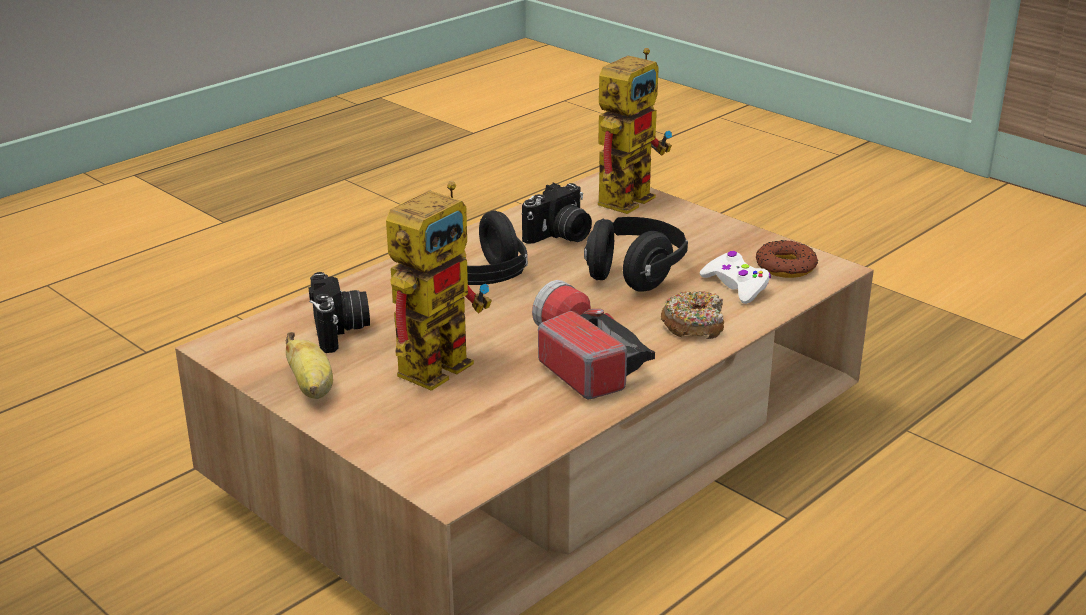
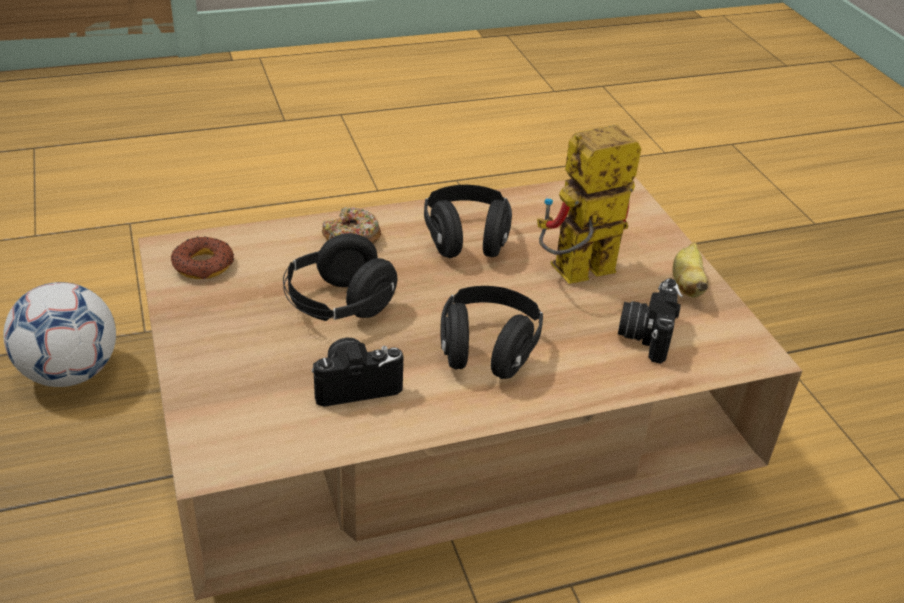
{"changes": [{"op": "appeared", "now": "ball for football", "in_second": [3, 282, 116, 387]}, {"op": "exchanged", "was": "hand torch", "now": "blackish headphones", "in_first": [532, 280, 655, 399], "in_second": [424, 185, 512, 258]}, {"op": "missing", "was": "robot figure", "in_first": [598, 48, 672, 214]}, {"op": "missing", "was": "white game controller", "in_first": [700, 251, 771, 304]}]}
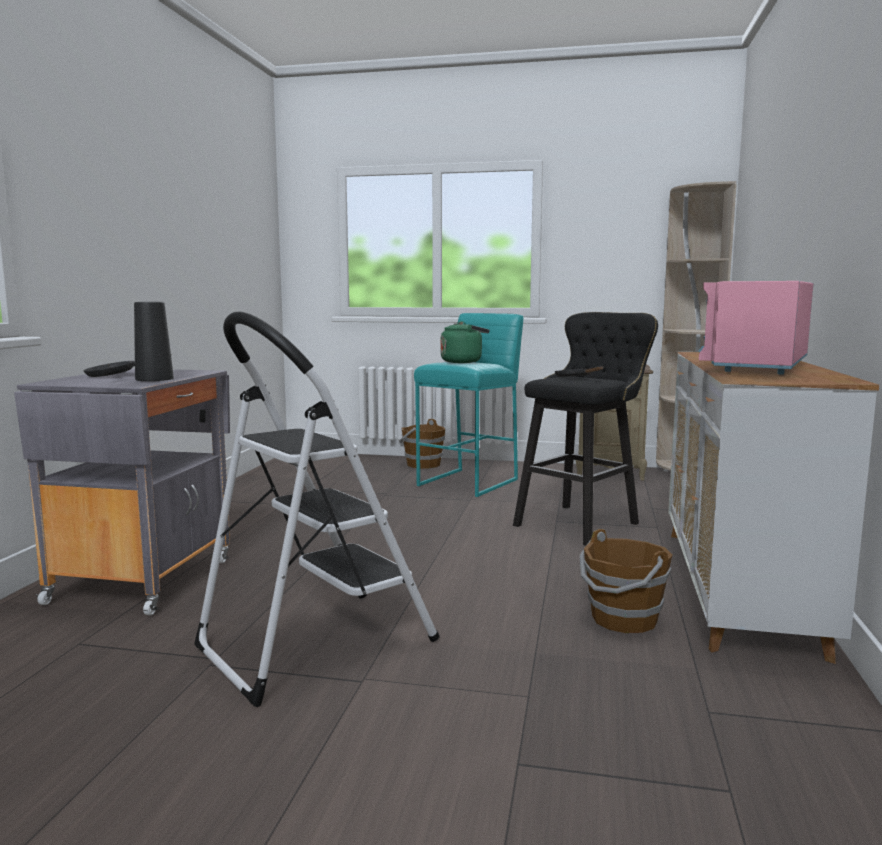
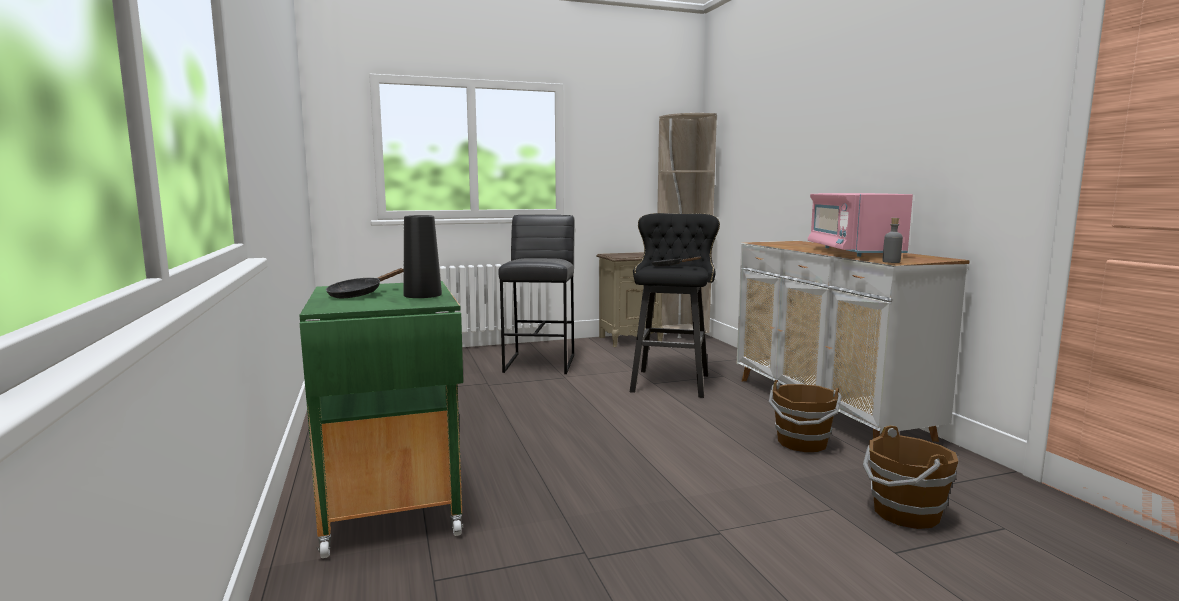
{"changes": [{"op": "colour", "was": "greyish wheeled cart", "now": "green wheeled cart", "in_first": [14, 369, 230, 616], "in_second": [300, 281, 464, 558]}, {"op": "colour", "was": "turquoise stool", "now": "greyish stool", "in_first": [414, 313, 523, 497], "in_second": [498, 215, 575, 374]}, {"op": "relocated", "was": "brown pail", "in_first": [399, 419, 445, 469], "in_second": [863, 425, 958, 529]}, {"op": "appeared", "now": "greyish beverage bottle", "in_second": [882, 218, 903, 263]}, {"op": "missing", "was": "stepladder", "in_first": [194, 312, 439, 707]}, {"op": "missing", "was": "green water kettle", "in_first": [441, 321, 489, 363]}]}
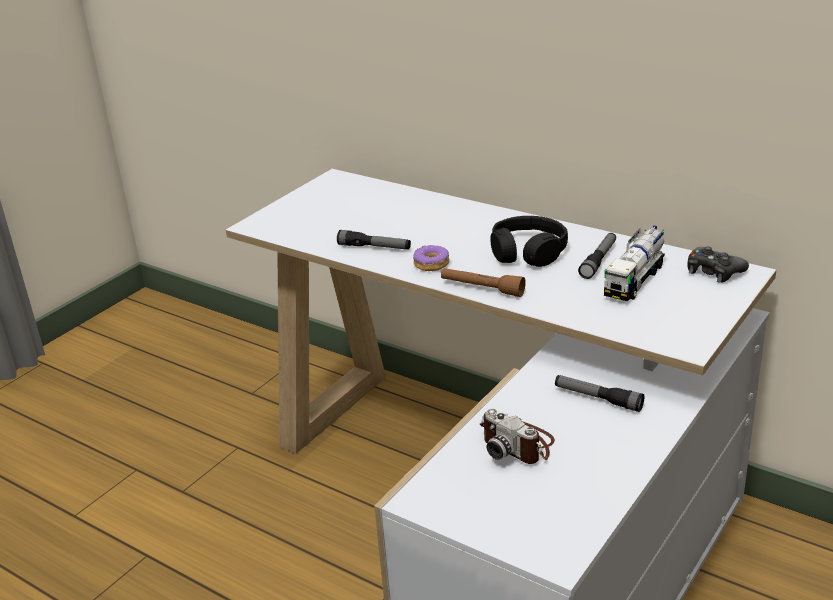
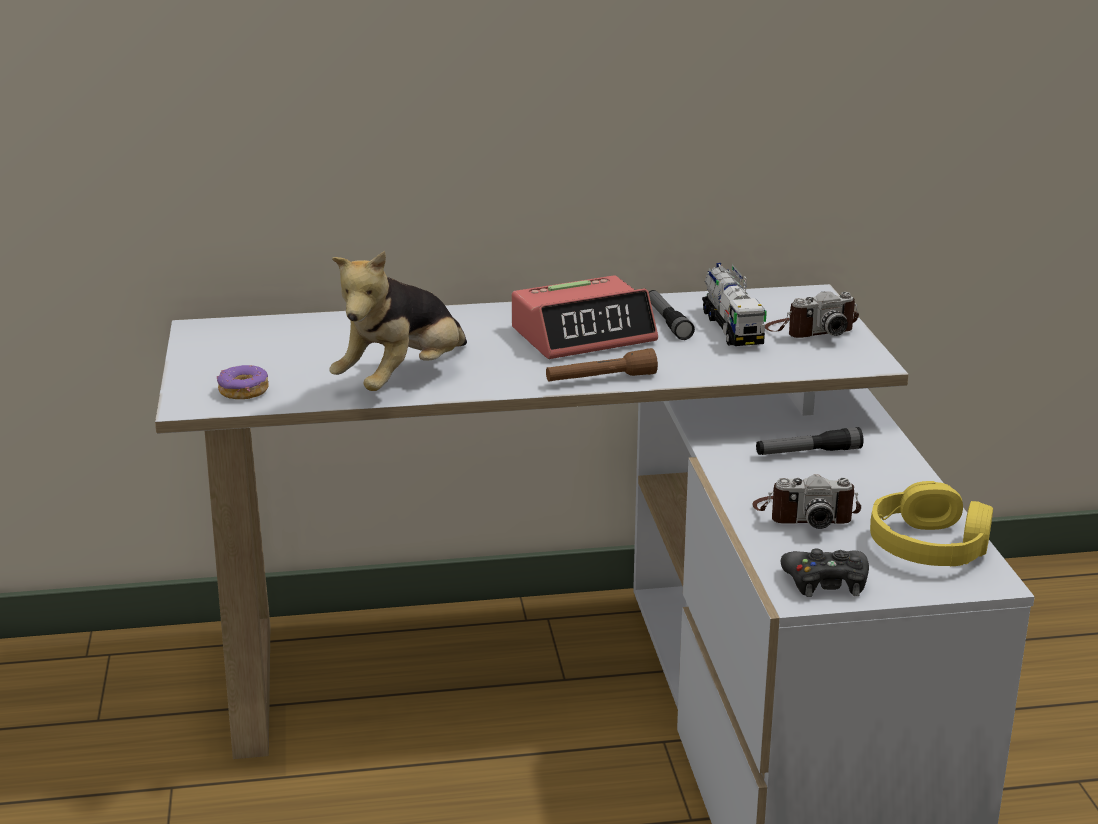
{"changes": [{"op": "relocated", "was": "doughnut", "in_first": [413, 245, 449, 271], "in_second": [217, 365, 269, 399]}, {"op": "exchanged", "was": "hand torch", "now": "soft toy", "in_first": [337, 230, 411, 250], "in_second": [329, 251, 467, 391]}, {"op": "exchanged", "was": "blackish headphones", "now": "alarm clock", "in_first": [490, 216, 568, 267], "in_second": [512, 275, 658, 359]}, {"op": "appeared", "now": "still camera", "in_second": [765, 292, 859, 338]}, {"op": "relocated", "was": "blackish game controller", "in_first": [687, 247, 749, 283], "in_second": [780, 549, 869, 597]}, {"op": "appeared", "now": "yellow-coloured headphones", "in_second": [870, 481, 993, 566]}]}
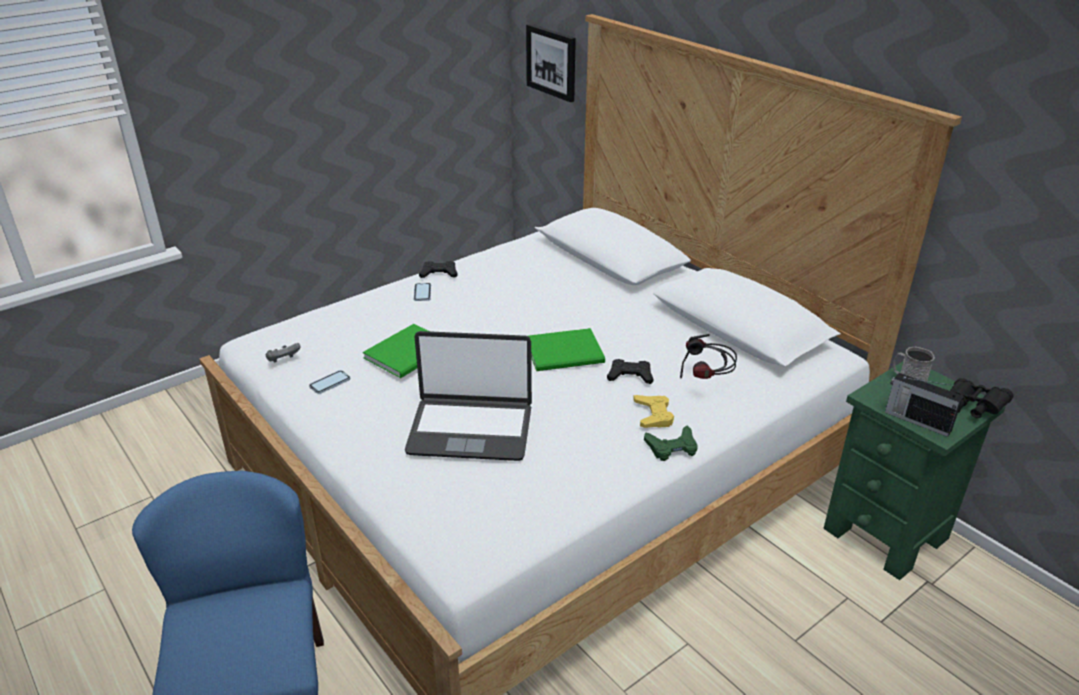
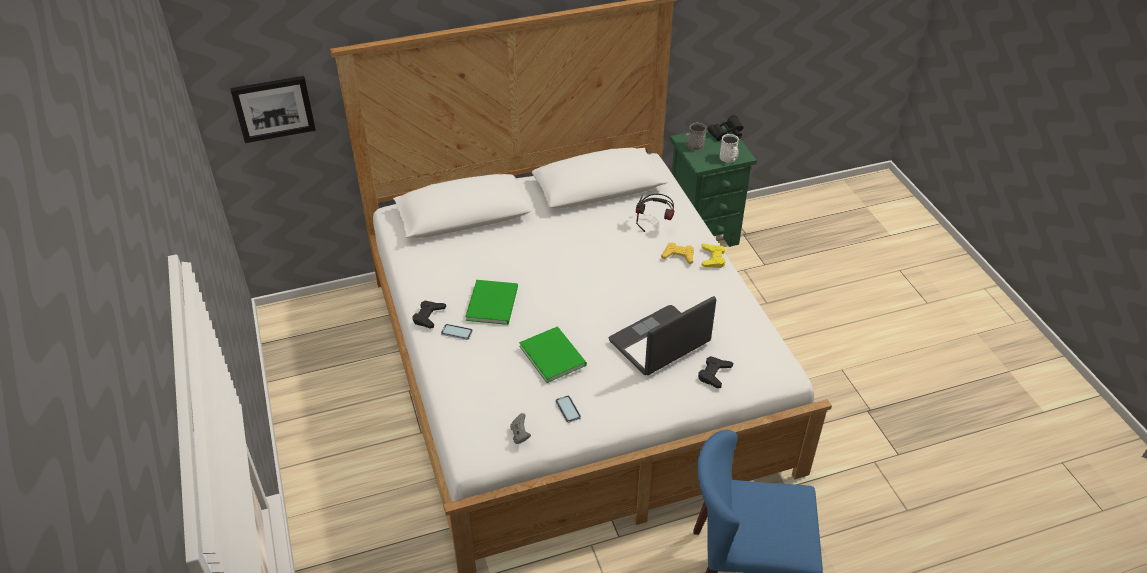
{"changes": [{"op": "relocated", "was": "green book", "in_first": [528, 328, 605, 371], "in_second": [465, 280, 518, 325]}, {"op": "spun", "was": "laptop", "in_first": [405, 331, 532, 461], "in_second": [609, 296, 716, 375], "clockwise": -150}, {"op": "relocated", "was": "blackish game controller", "in_first": [607, 359, 654, 384], "in_second": [698, 356, 733, 388]}, {"op": "colour", "was": "green game controller", "now": "yellow-coloured game controller", "in_first": [644, 426, 698, 461], "in_second": [701, 243, 726, 268]}, {"op": "exchanged", "was": "radio set", "now": "white tea mug", "in_first": [885, 373, 963, 437], "in_second": [720, 134, 739, 162]}]}
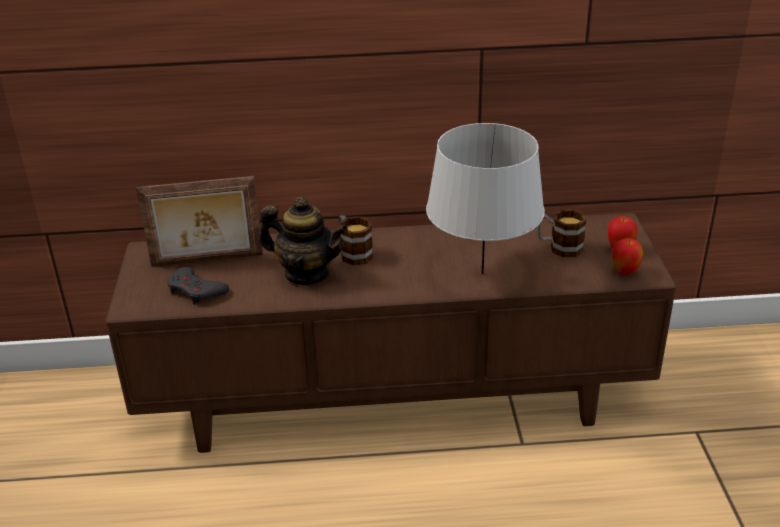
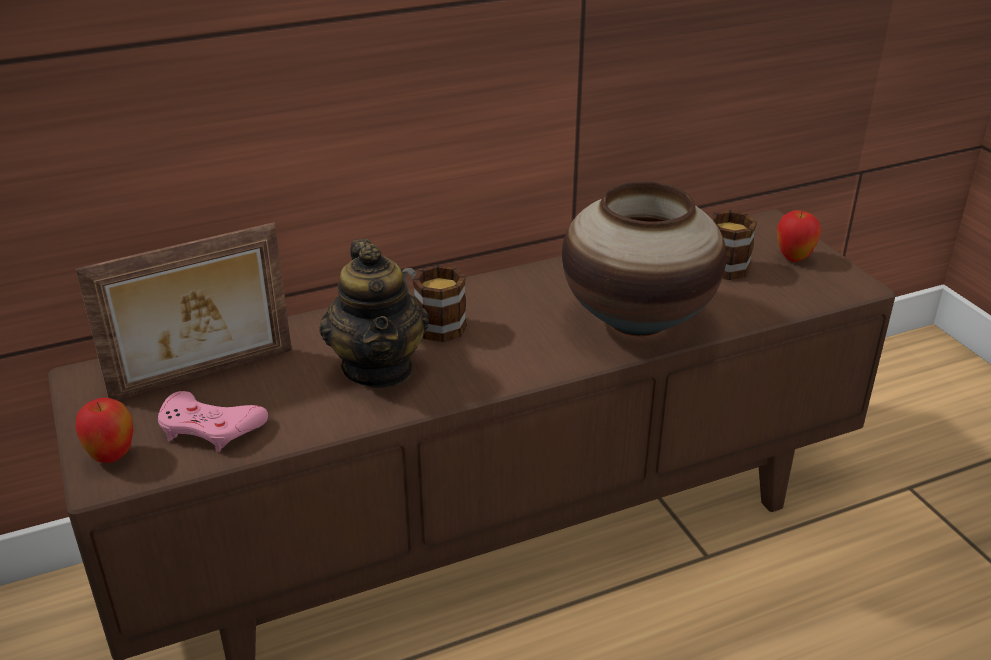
{"changes": [{"op": "relocated", "was": "whole apple", "in_first": [612, 238, 643, 275], "in_second": [75, 397, 133, 463]}, {"op": "colour", "was": "greyish game controller", "now": "pink-coloured game controller", "in_first": [167, 267, 229, 305], "in_second": [158, 391, 268, 452]}, {"op": "spun", "was": "teapot", "in_first": [259, 197, 348, 285], "in_second": [319, 239, 429, 388], "clockwise": 75}, {"op": "exchanged", "was": "greyish tabletop lamp", "now": "decorative vase", "in_first": [426, 123, 544, 274], "in_second": [562, 181, 726, 336]}]}
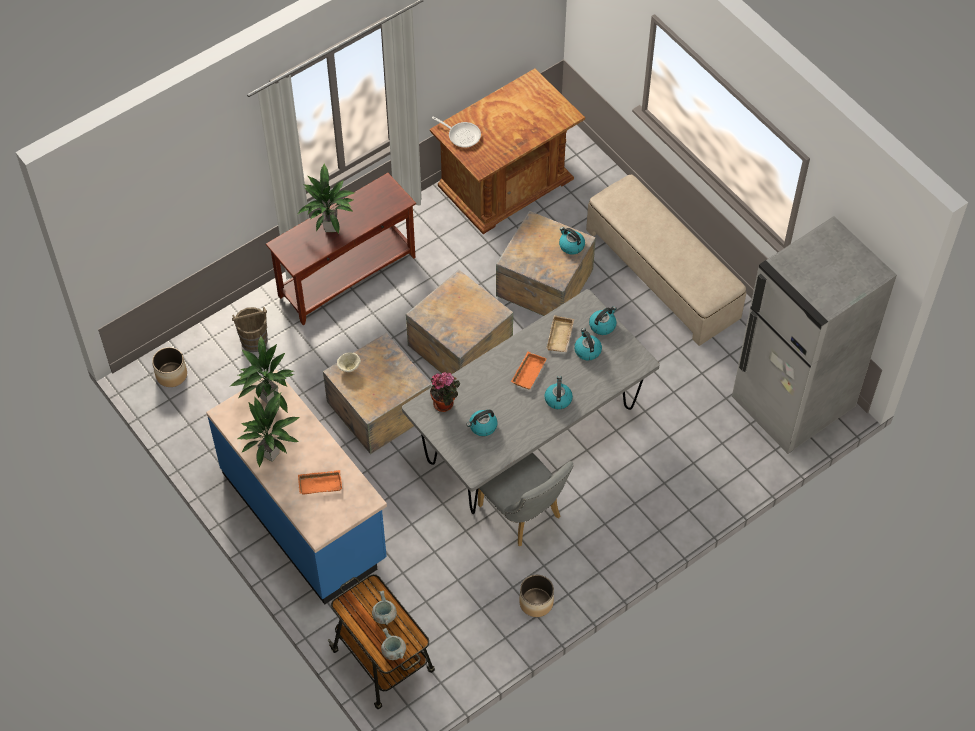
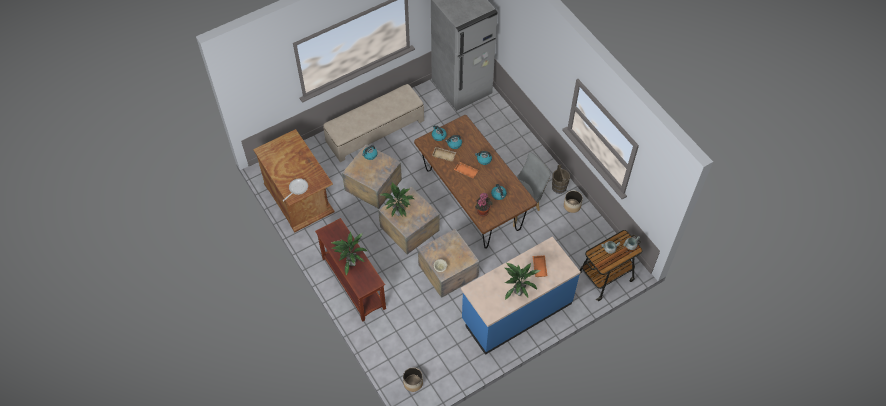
{"changes": [{"op": "relocated", "was": "houseplant", "in_first": [230, 336, 294, 413], "in_second": [380, 182, 414, 217]}, {"op": "colour", "was": "greyish kitchen table", "now": "brown kitchen table", "in_first": [402, 289, 660, 514], "in_second": [414, 115, 537, 249]}, {"op": "relocated", "was": "brown pail", "in_first": [232, 307, 268, 352], "in_second": [552, 165, 570, 194]}]}
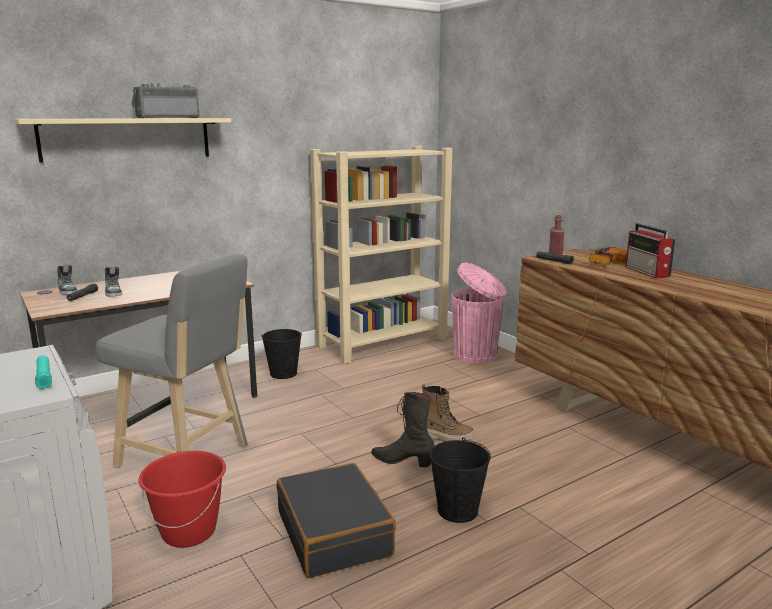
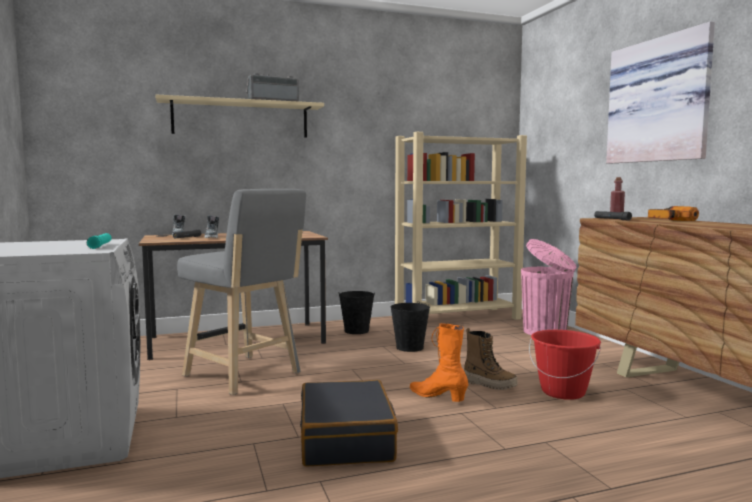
{"changes": [{"op": "relocated", "was": "blackish pail", "in_first": [430, 437, 491, 523], "in_second": [391, 301, 430, 352]}, {"op": "colour", "was": "blackish high-top boot", "now": "orangey high-top boot", "in_first": [372, 392, 435, 467], "in_second": [410, 323, 468, 402]}, {"op": "relocated", "was": "red-coloured pail", "in_first": [138, 451, 226, 548], "in_second": [529, 330, 601, 400]}, {"op": "appeared", "now": "wall art", "in_second": [606, 22, 715, 164]}, {"op": "missing", "was": "radio set", "in_first": [626, 224, 675, 279]}]}
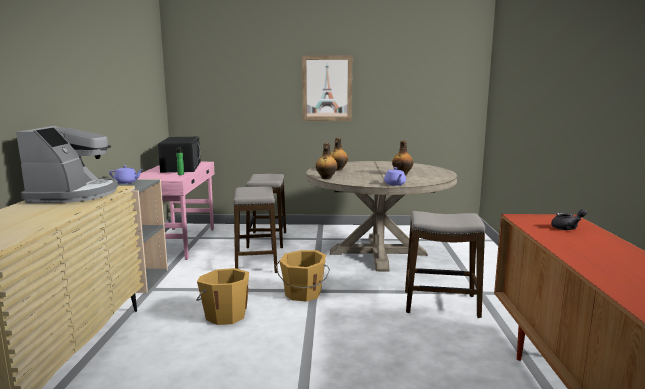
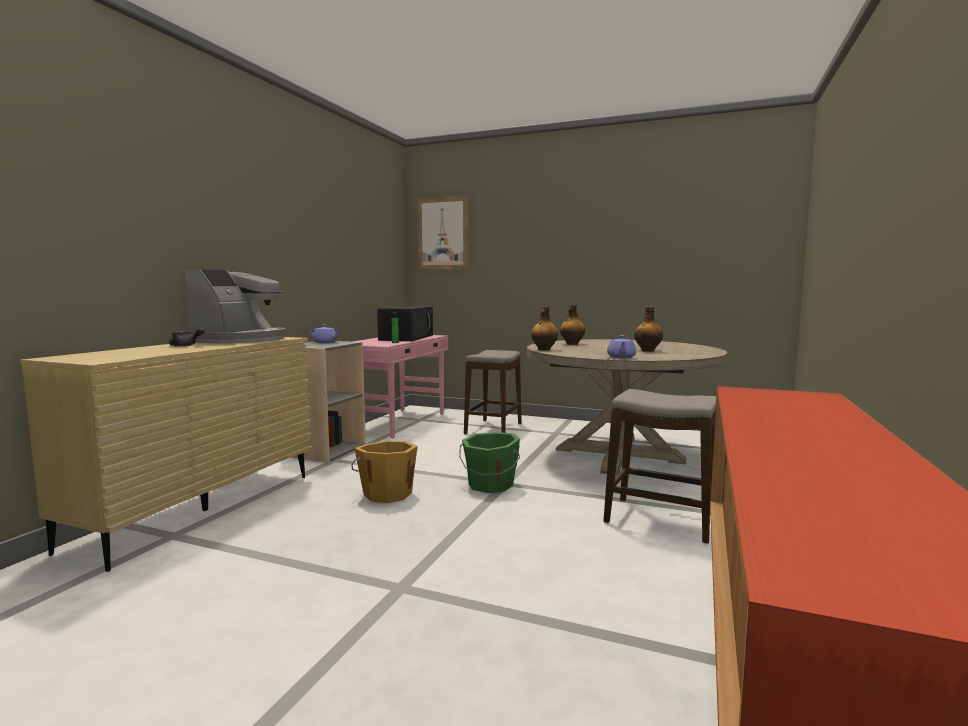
{"changes": [{"op": "relocated", "was": "greyish teapot", "in_first": [551, 209, 587, 230], "in_second": [169, 327, 205, 346]}, {"op": "relocated", "was": "wall art", "in_first": [302, 55, 352, 121], "in_second": [417, 195, 469, 270]}, {"op": "colour", "was": "orangey pail", "now": "green pail", "in_first": [276, 250, 330, 301], "in_second": [459, 432, 520, 493]}, {"op": "missing", "was": "stool", "in_first": [233, 186, 277, 273]}]}
